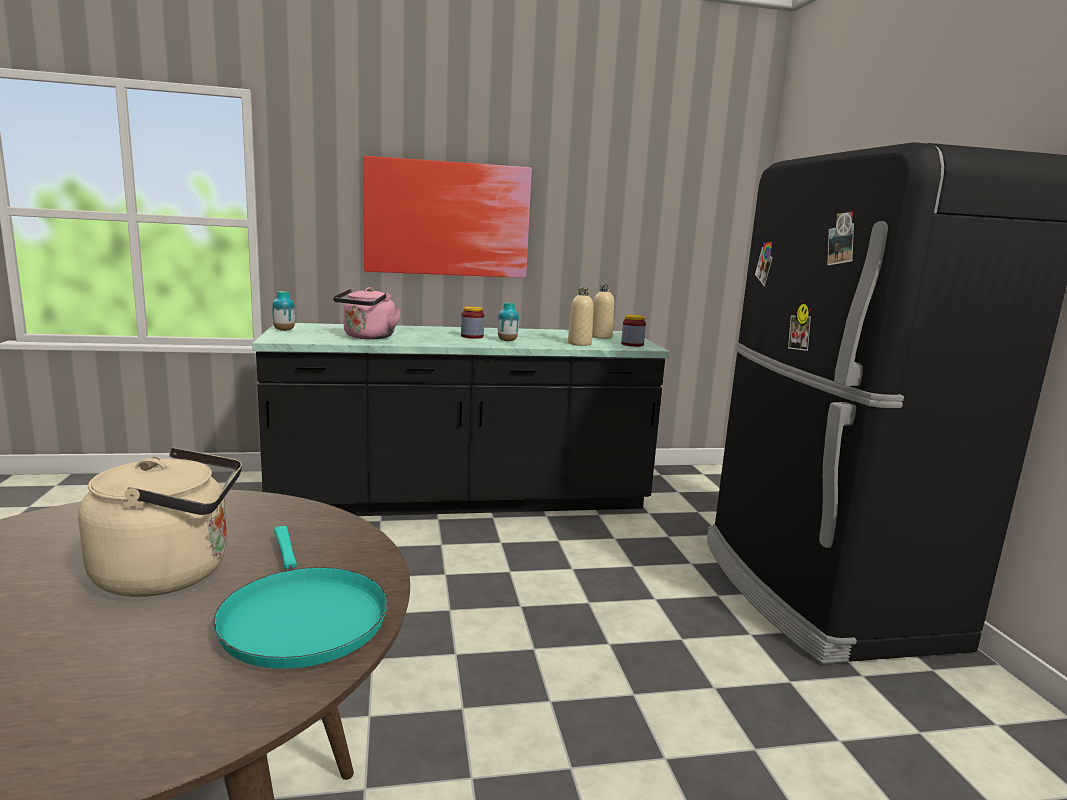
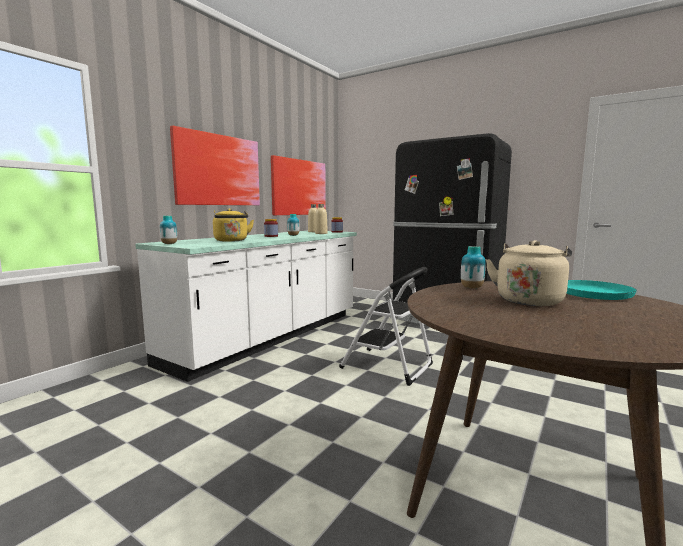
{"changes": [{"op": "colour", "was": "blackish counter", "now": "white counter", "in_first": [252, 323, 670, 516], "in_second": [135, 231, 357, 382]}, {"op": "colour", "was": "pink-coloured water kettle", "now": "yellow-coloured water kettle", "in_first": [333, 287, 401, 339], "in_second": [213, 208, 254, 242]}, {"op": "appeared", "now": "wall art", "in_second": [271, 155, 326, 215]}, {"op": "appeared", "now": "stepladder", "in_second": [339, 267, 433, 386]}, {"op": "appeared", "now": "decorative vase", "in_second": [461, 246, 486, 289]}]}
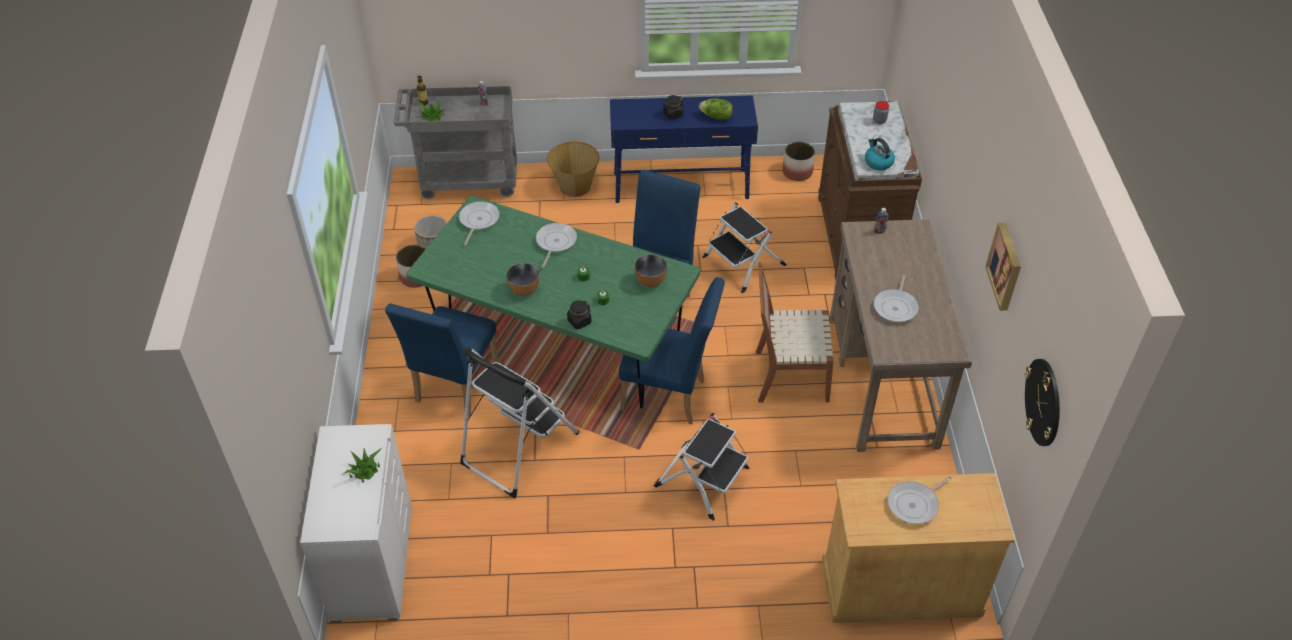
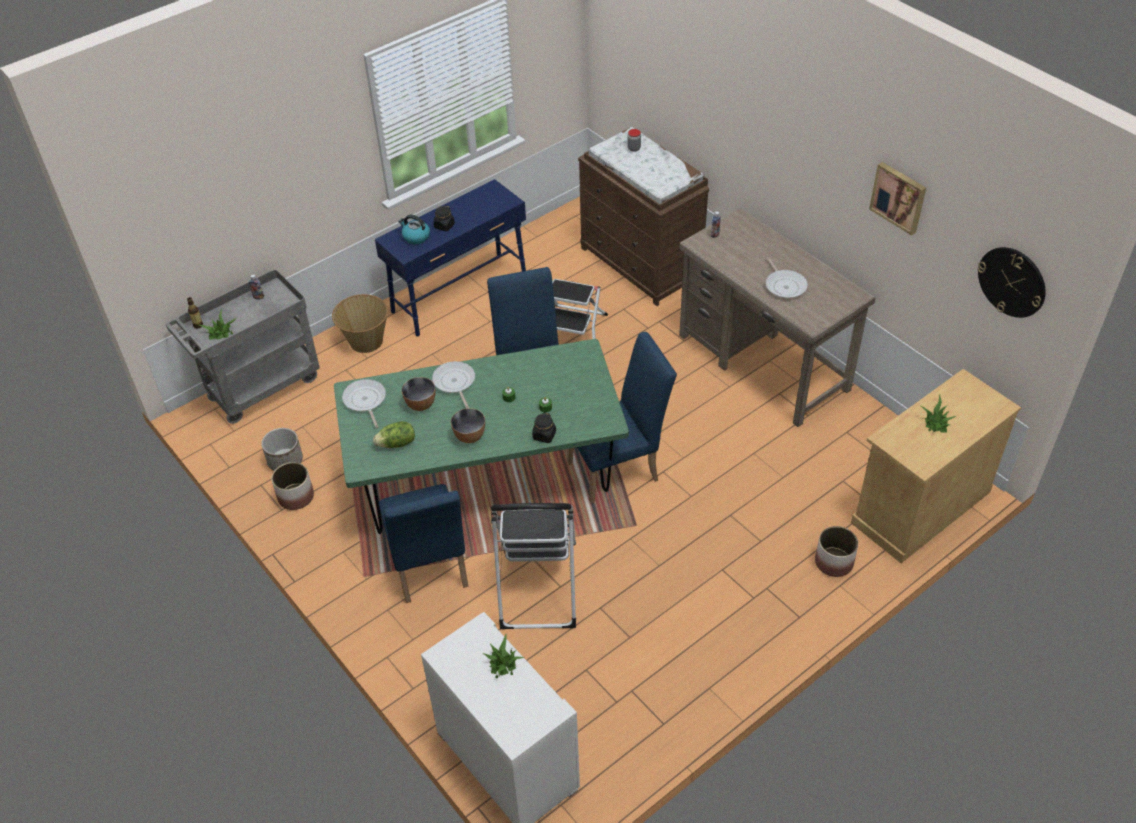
{"changes": [{"op": "relocated", "was": "lettuce", "in_first": [699, 98, 733, 120], "in_second": [373, 421, 415, 448]}, {"op": "relocated", "was": "water kettle", "in_first": [865, 138, 895, 170], "in_second": [398, 215, 430, 244]}, {"op": "relocated", "was": "serving bowl", "in_first": [635, 254, 667, 287], "in_second": [402, 377, 435, 411]}, {"op": "relocated", "was": "flower pot", "in_first": [783, 142, 815, 181], "in_second": [815, 526, 858, 577]}, {"op": "exchanged", "was": "skillet", "now": "houseplant", "in_first": [887, 476, 952, 524], "in_second": [921, 395, 956, 432]}, {"op": "missing", "was": "stepladder", "in_first": [654, 413, 749, 521]}, {"op": "missing", "was": "upright chair", "in_first": [756, 262, 834, 403]}]}
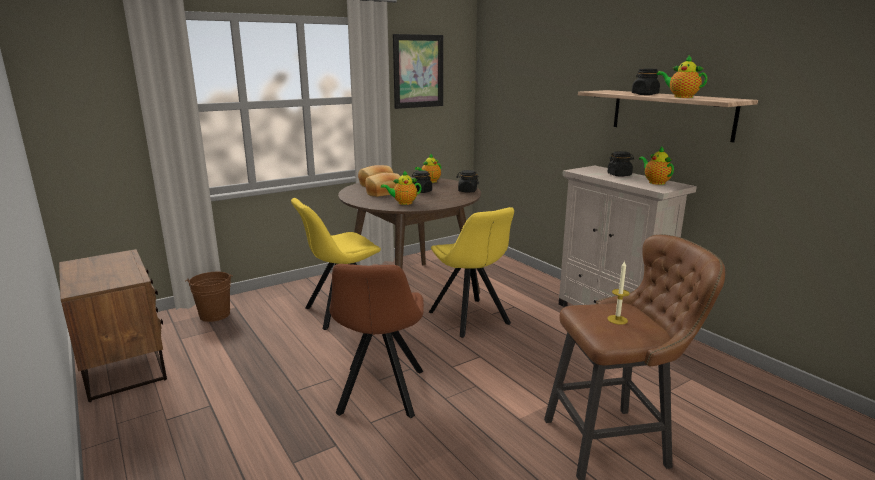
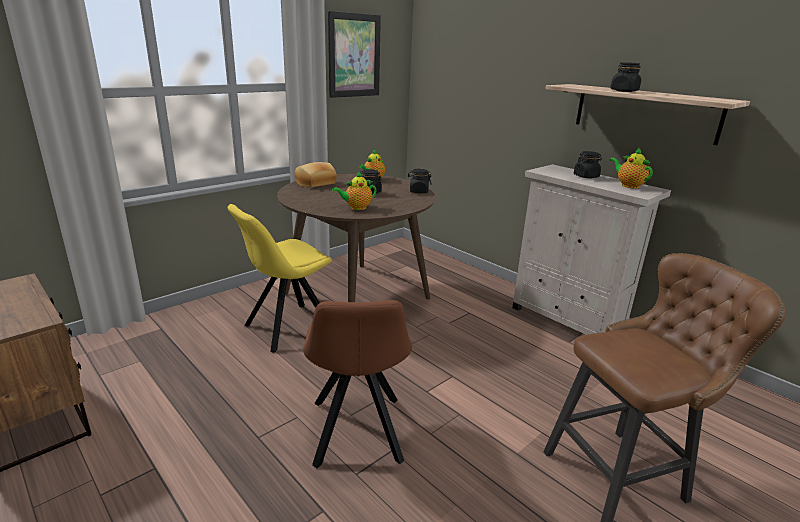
{"changes": [{"op": "missing", "was": "brown pail", "in_first": [186, 272, 233, 322]}, {"op": "missing", "was": "baked bread", "in_first": [365, 173, 400, 197]}, {"op": "missing", "was": "yellow-coloured upright chair", "in_first": [429, 207, 514, 338]}, {"op": "missing", "was": "wax light", "in_first": [607, 260, 630, 325]}, {"op": "missing", "was": "teapot", "in_first": [657, 55, 707, 98]}]}
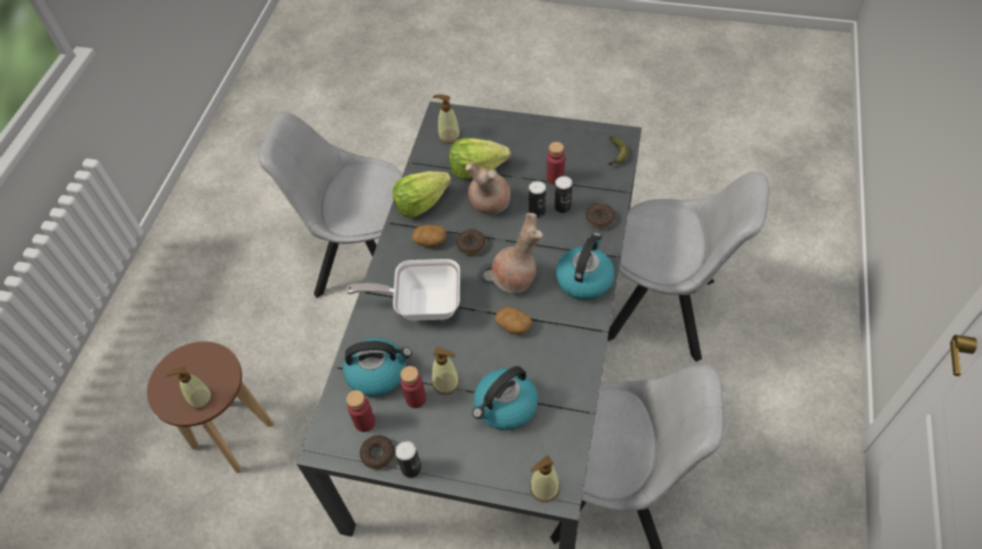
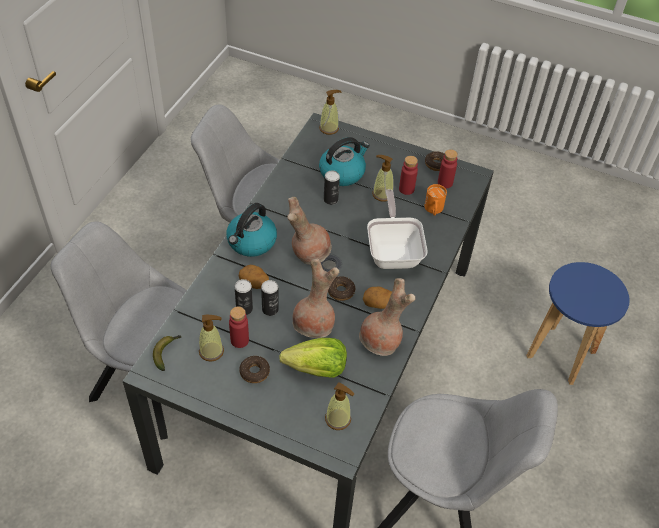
{"changes": [{"op": "relocated", "was": "liquid soap bottle", "in_first": [166, 367, 213, 409], "in_second": [199, 315, 224, 362]}, {"op": "relocated", "was": "spud", "in_first": [495, 307, 532, 334], "in_second": [239, 265, 269, 289]}, {"op": "relocated", "was": "doughnut", "in_first": [586, 203, 615, 228], "in_second": [239, 356, 270, 383]}, {"op": "relocated", "was": "metal can", "in_first": [395, 440, 422, 478], "in_second": [324, 170, 340, 205]}, {"op": "exchanged", "was": "lettuce", "now": "brown decorative vase", "in_first": [392, 171, 451, 218], "in_second": [359, 278, 415, 356]}, {"op": "spun", "was": "skillet", "in_first": [346, 259, 460, 321], "in_second": [367, 189, 427, 269], "clockwise": -105}, {"op": "exchanged", "was": "water kettle", "now": "orangey tea mug", "in_first": [343, 338, 412, 397], "in_second": [424, 184, 447, 216]}, {"op": "colour", "was": "brown stool", "now": "bluish stool", "in_first": [147, 341, 274, 473], "in_second": [526, 262, 630, 385]}]}
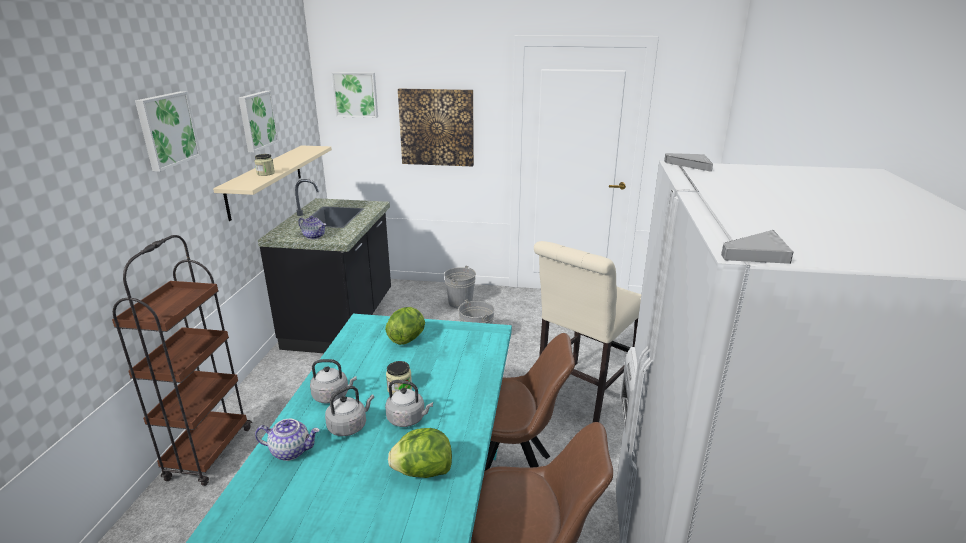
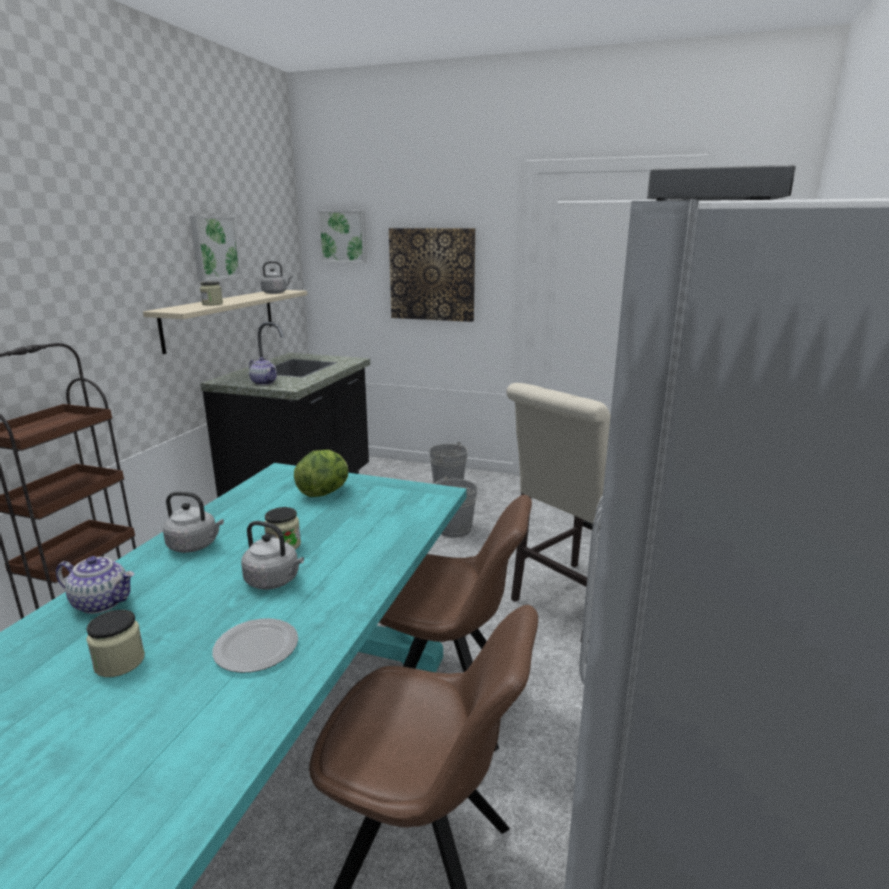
{"changes": [{"op": "appeared", "now": "storage jar", "in_second": [86, 610, 145, 677]}, {"op": "exchanged", "was": "lettuce", "now": "plate", "in_first": [388, 428, 452, 478], "in_second": [212, 618, 298, 673]}, {"op": "relocated", "was": "greyish water kettle", "in_first": [325, 386, 374, 436], "in_second": [260, 261, 293, 294]}, {"op": "missing", "was": "wall art", "in_first": [135, 91, 201, 172]}]}
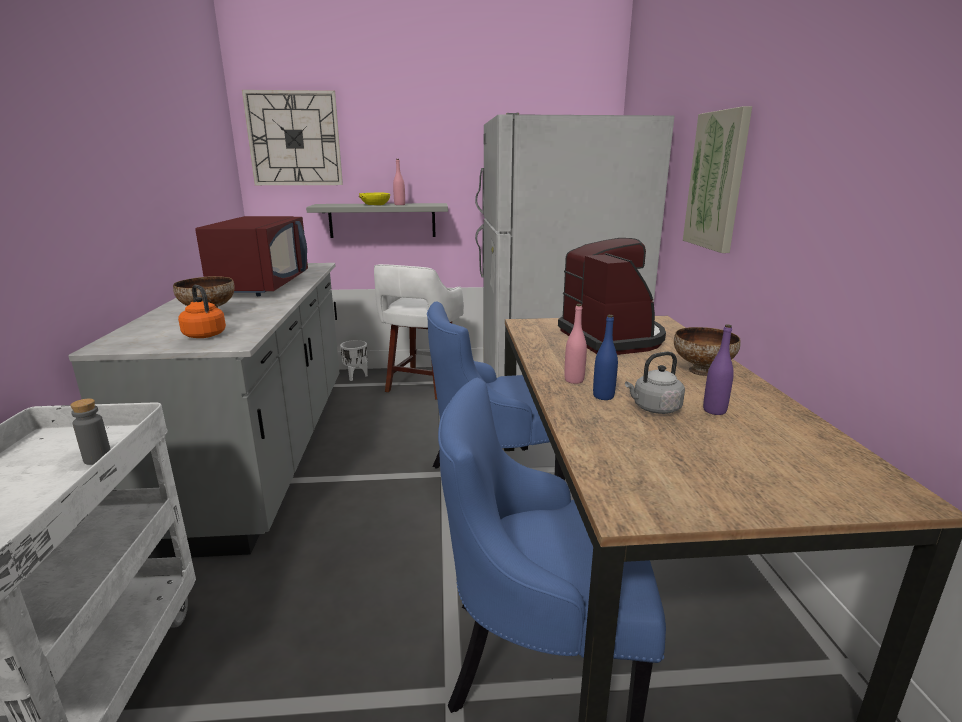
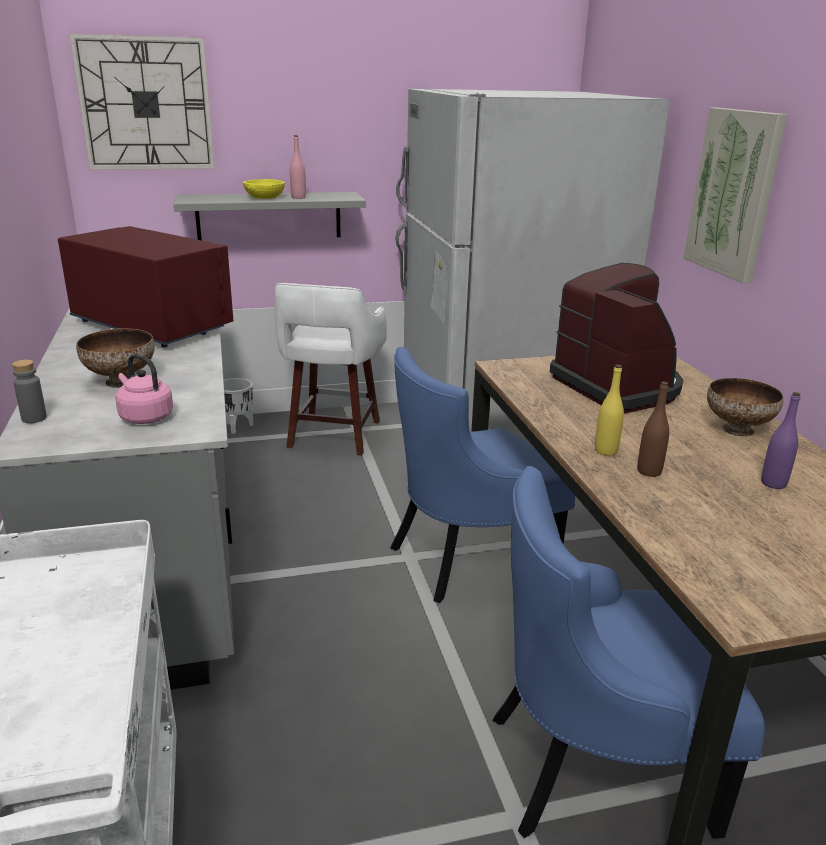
{"changes": [{"op": "relocated", "was": "greyish beverage bottle", "in_first": [70, 398, 111, 465], "in_second": [12, 359, 47, 423]}, {"op": "spun", "was": "red-coloured microwave oven", "in_first": [195, 216, 308, 296], "in_second": [58, 226, 233, 347], "clockwise": -45}, {"op": "colour", "was": "orangey water kettle", "now": "pink-coloured water kettle", "in_first": [178, 285, 226, 338], "in_second": [115, 354, 173, 424]}, {"op": "colour", "was": "pink-coloured beverage bottle", "now": "yellow-coloured beverage bottle", "in_first": [564, 304, 587, 384], "in_second": [595, 365, 624, 456]}, {"op": "colour", "was": "bluish beverage bottle", "now": "brown beverage bottle", "in_first": [593, 315, 618, 400], "in_second": [638, 382, 669, 477]}, {"op": "missing", "was": "greyish water kettle", "in_first": [625, 352, 685, 414]}]}
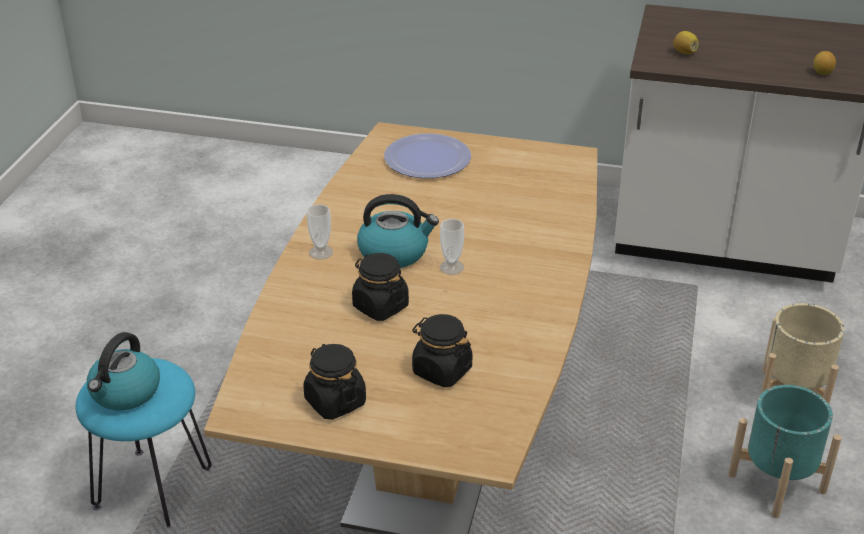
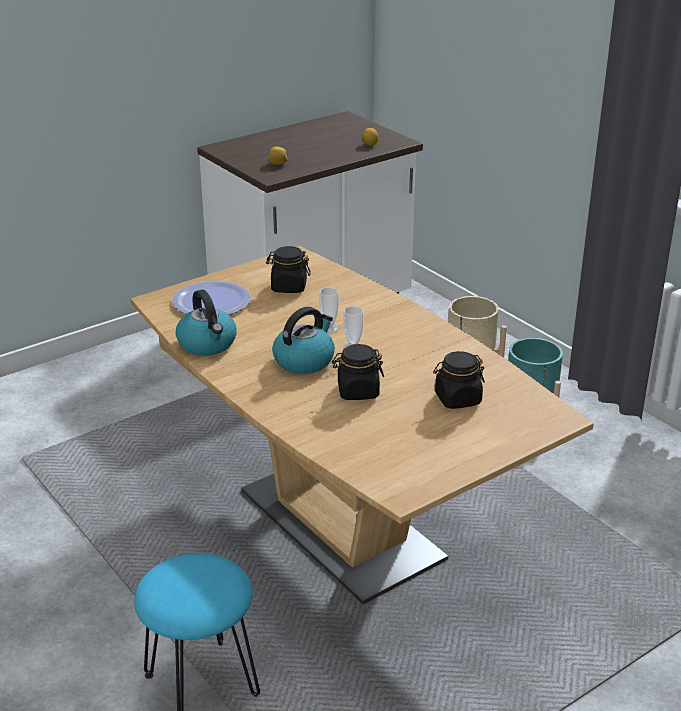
{"changes": [{"op": "relocated", "was": "water kettle", "in_first": [87, 332, 160, 410], "in_second": [176, 290, 237, 356]}, {"op": "relocated", "was": "blackish storage jar", "in_first": [303, 344, 366, 420], "in_second": [266, 246, 311, 293]}, {"op": "relocated", "was": "small cup", "in_first": [307, 204, 333, 260], "in_second": [319, 287, 339, 334]}]}
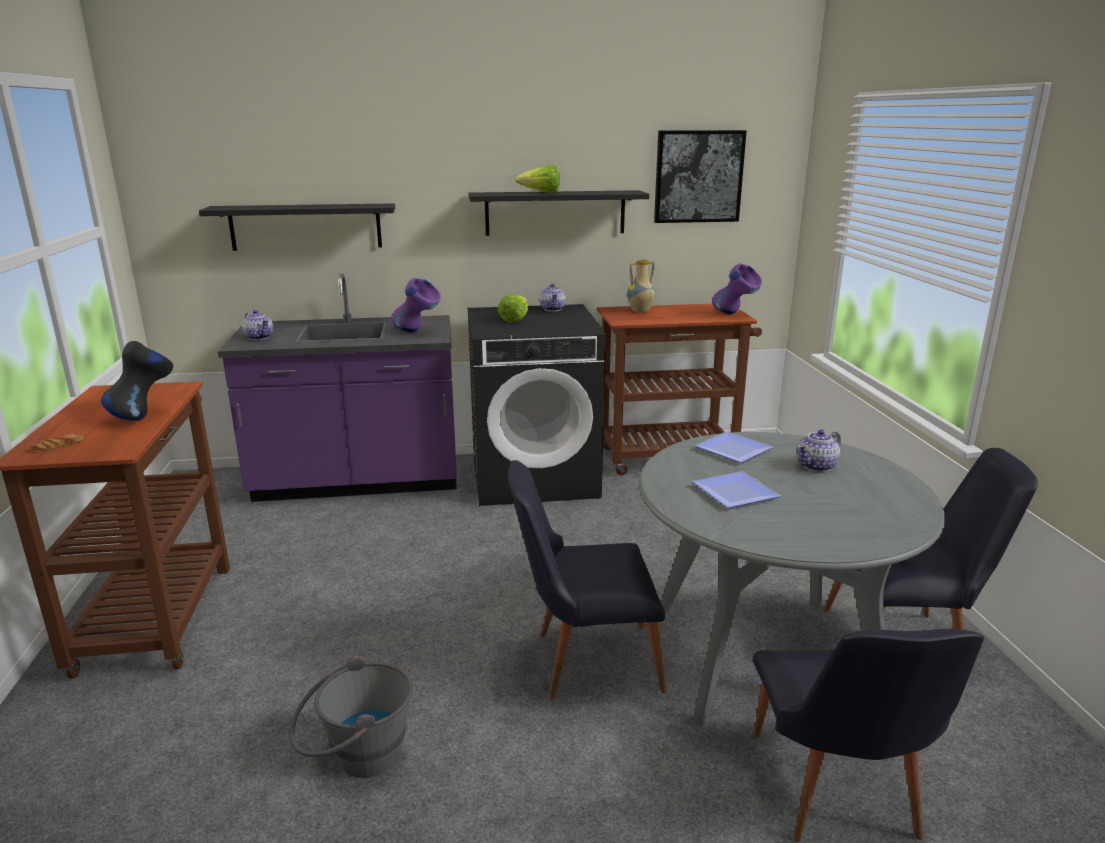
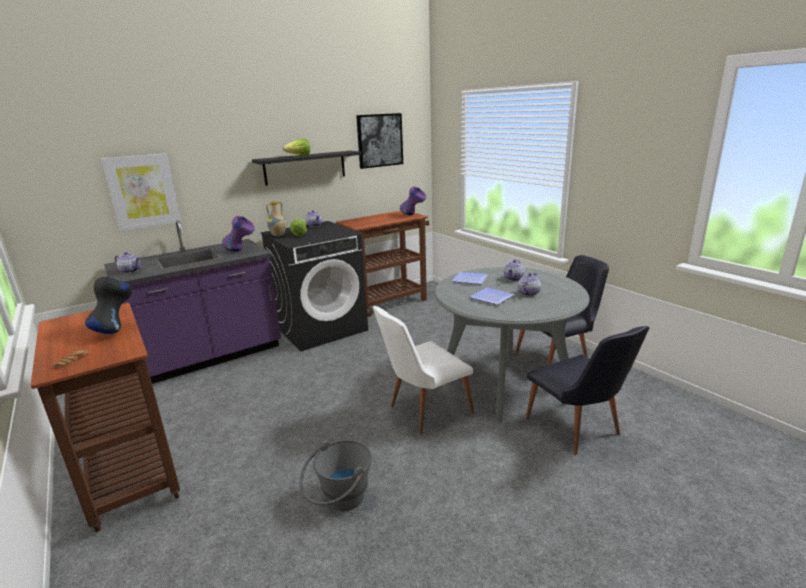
{"changes": [{"op": "exchanged", "was": "blackish bracket shelf", "now": "wall art", "in_first": [199, 203, 395, 251], "in_second": [101, 153, 181, 231]}, {"op": "relocated", "was": "decorative vase", "in_first": [627, 260, 655, 313], "in_second": [266, 201, 286, 236]}, {"op": "colour", "was": "blackish upright chair", "now": "white upright chair", "in_first": [507, 460, 667, 698], "in_second": [373, 306, 474, 434]}, {"op": "appeared", "now": "teapot", "in_second": [518, 273, 541, 296]}]}
